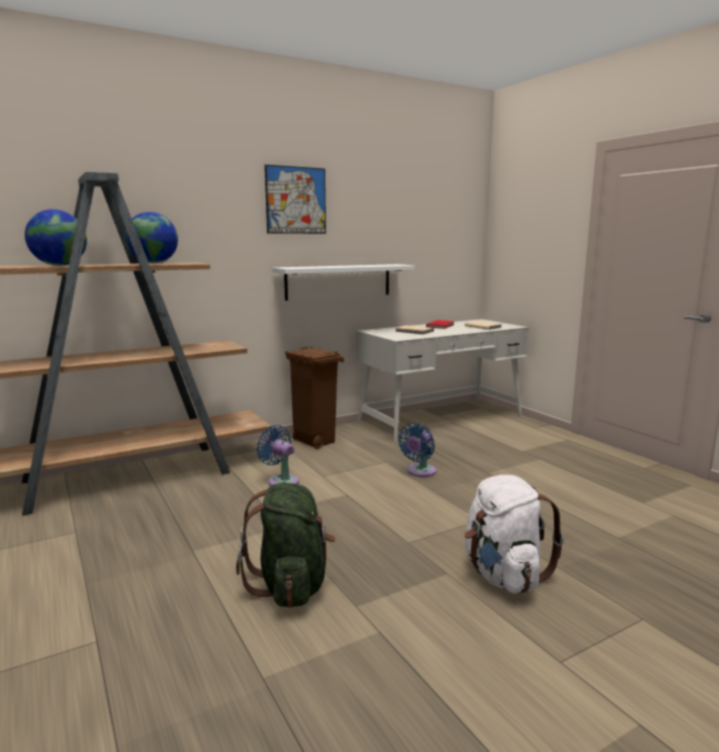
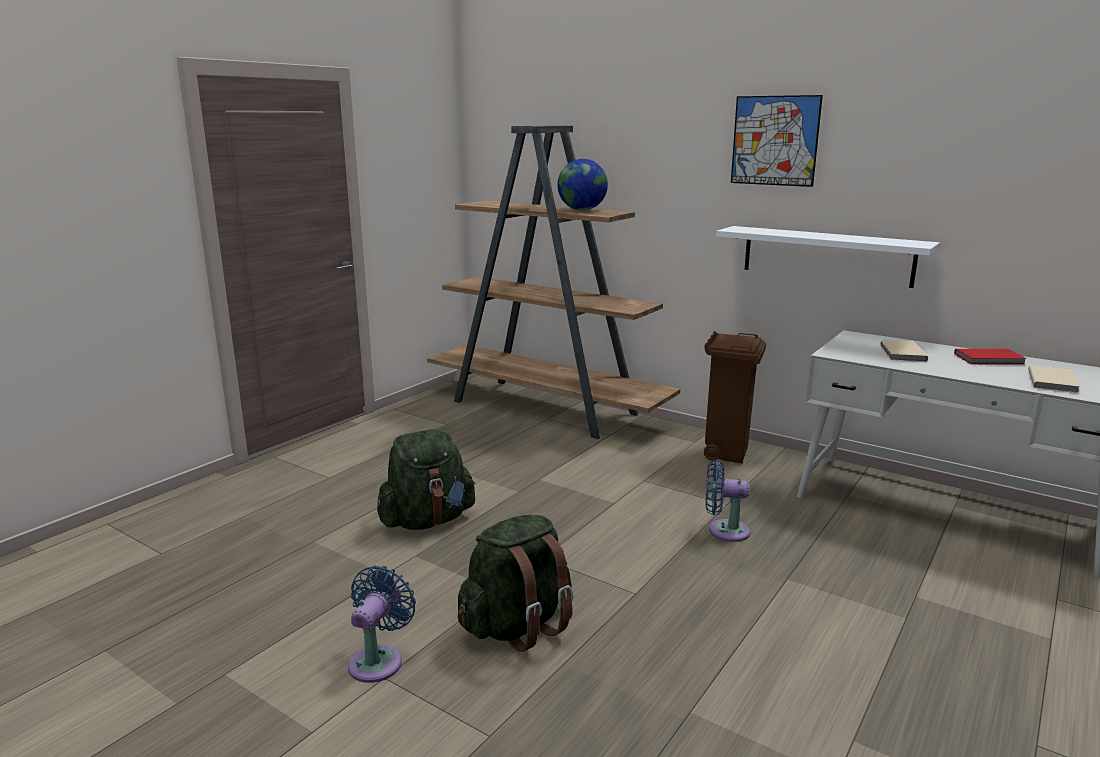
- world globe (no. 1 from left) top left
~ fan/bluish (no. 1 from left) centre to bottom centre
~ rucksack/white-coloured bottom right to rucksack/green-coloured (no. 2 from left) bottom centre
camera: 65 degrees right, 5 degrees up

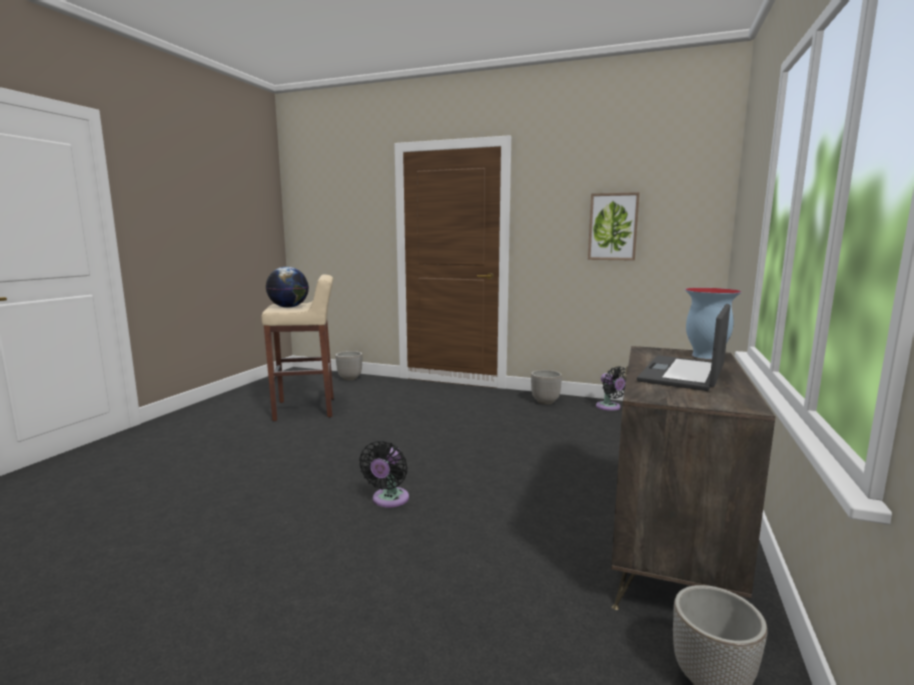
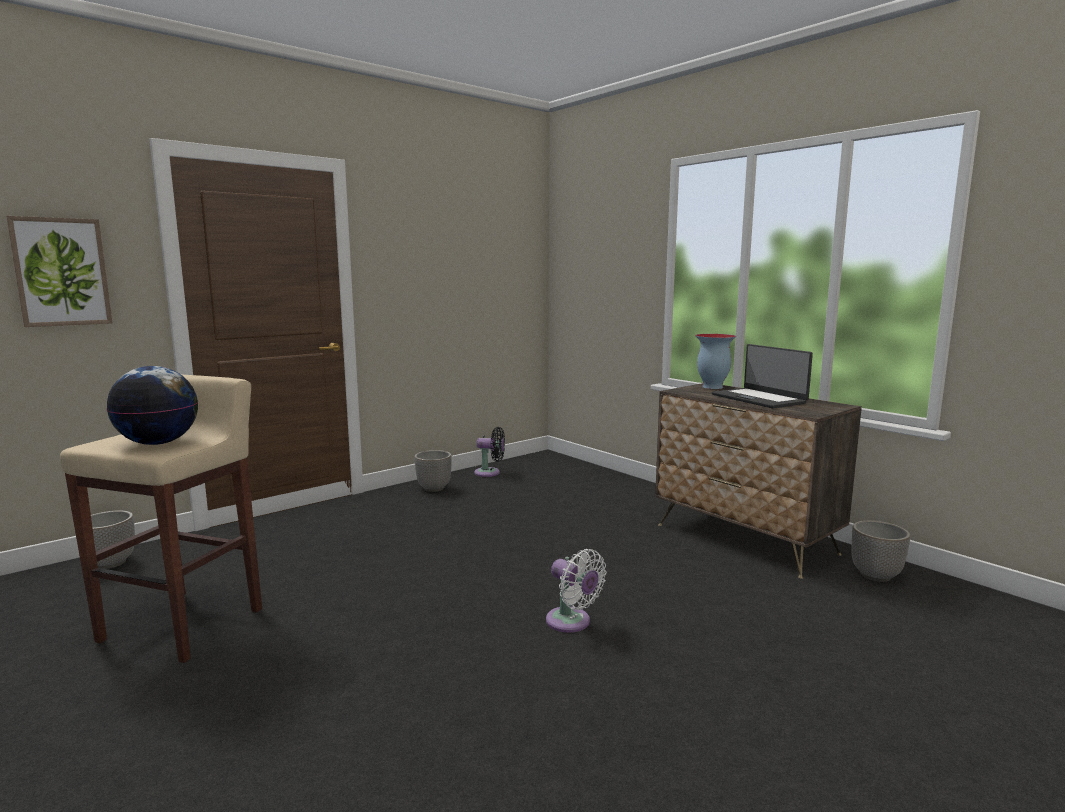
~ wall picture top right to middle left
~ fan/black (no. 1 from left) bottom centre to fan/white-coloured bottom centre
camera: 60 degrees left, 0 degrees up

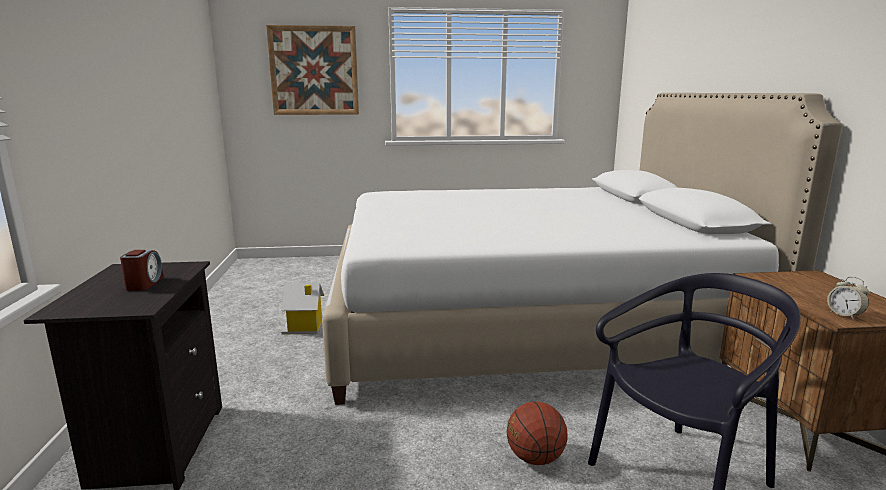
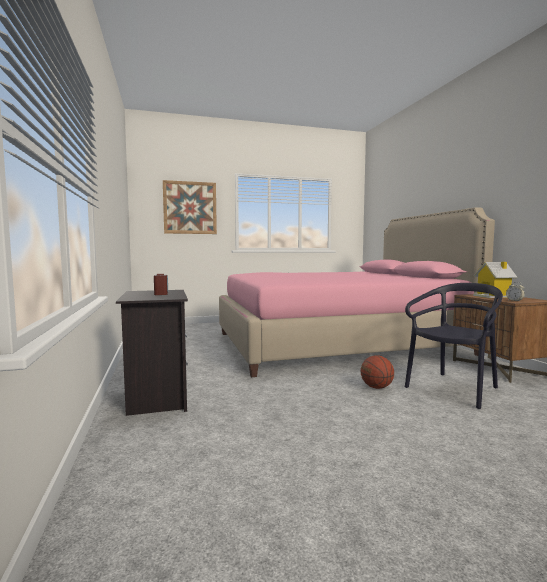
~ miniature house centre to middle right
~ bedroom bed/white-coloured centre to bedroom bed/pinkish centre
camera: 10 degrees left, 10 degrees down

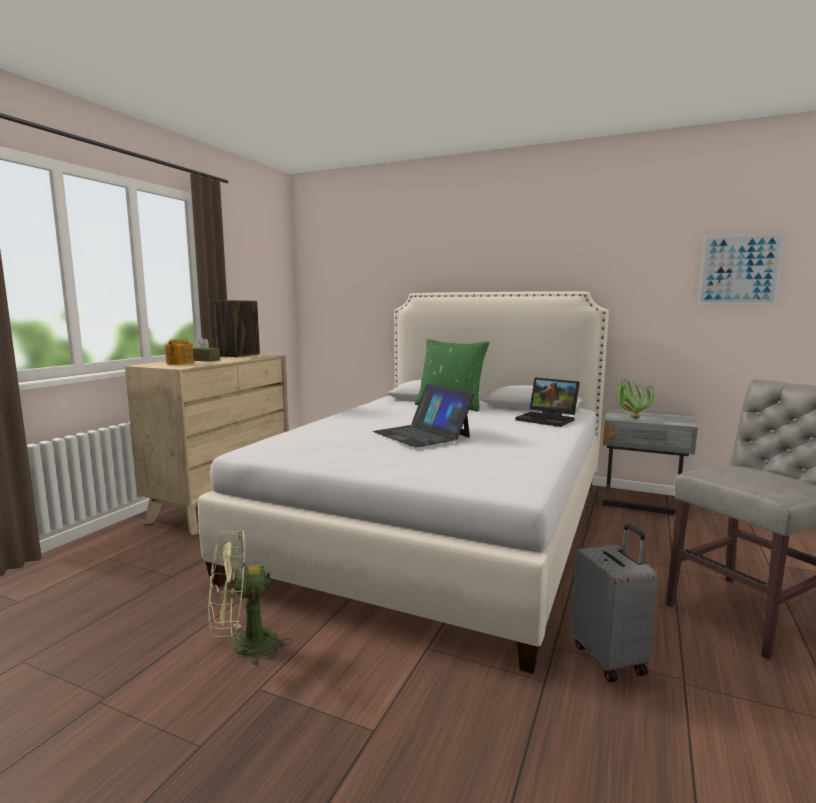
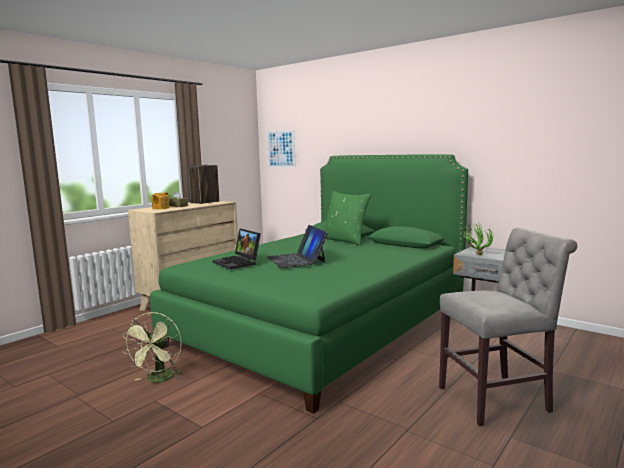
- suitcase/grey bottom right
~ portable computer (no. 2 from left in the first image) middle right to portable computer (no. 1 from left) centre
~ wall picture middle right to top centre
~ bedroom bed/white-coloured centre to bedroom bed/green-coloured centre
~ fan/green-coloured bottom left = bottom left 75 degrees counterclockwise
camera: 15 degrees right, 0 degrees up

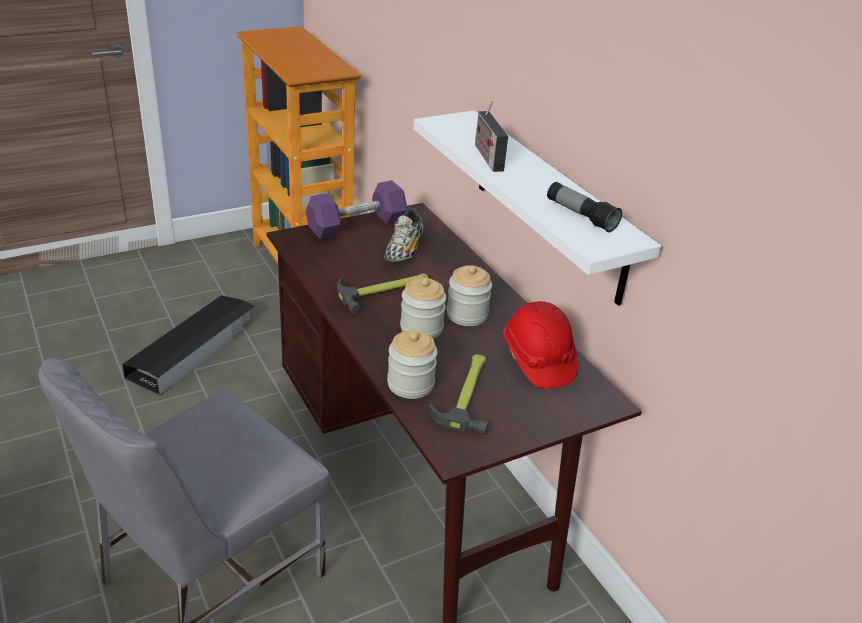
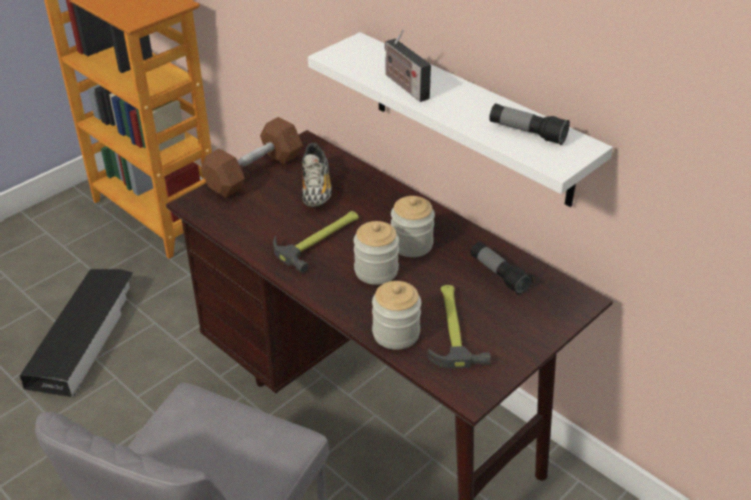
~ safety helmet/reddish centre to torch (no. 1 from left) middle right
~ hand weight/purple centre to hand weight/brownish top centre
camera: 15 degrees left, 5 degrees up

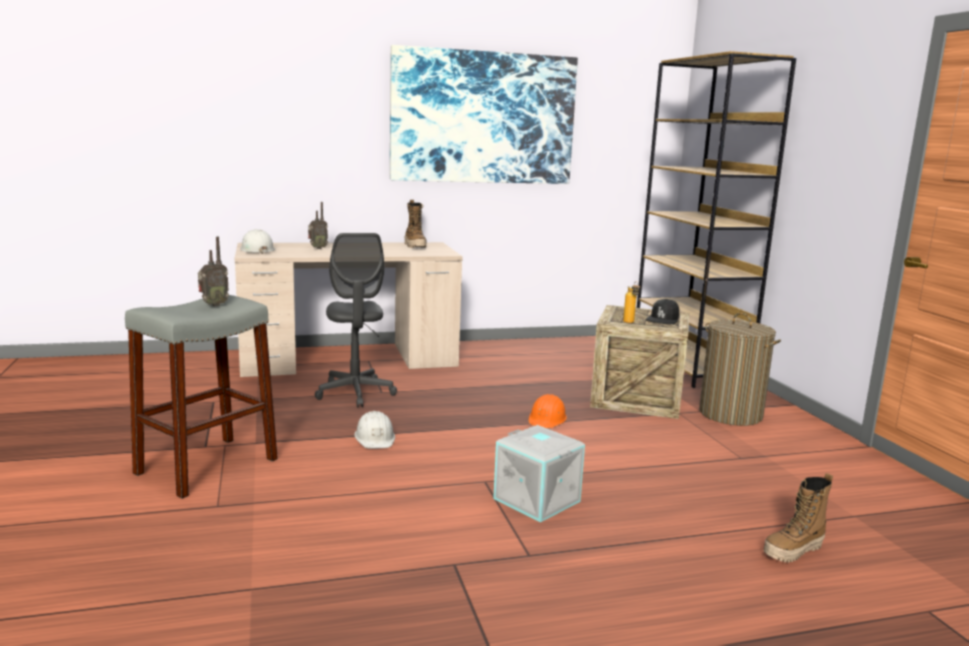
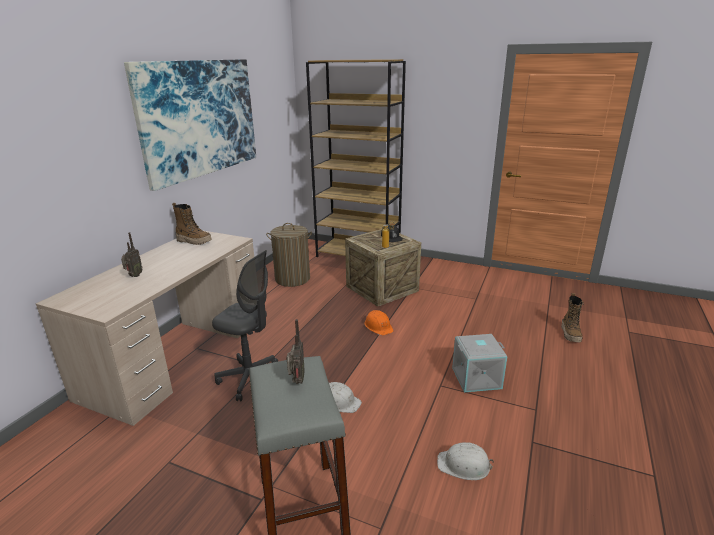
~ safety helmet/white-coloured (no. 1 from left in the first image) middle left to safety helmet/white-coloured (no. 2 from left) bottom centre
~ washing basket middle right to centre
camera: 50 degrees left, 10 degrees up

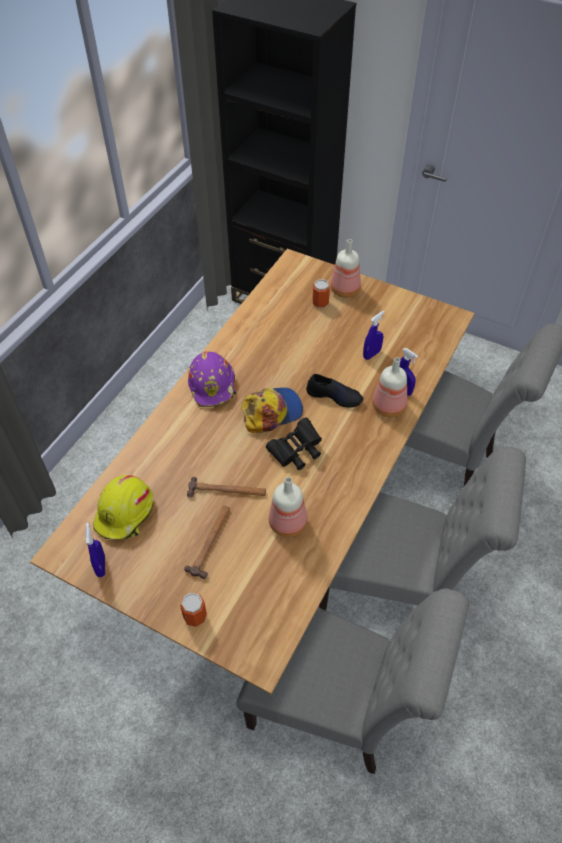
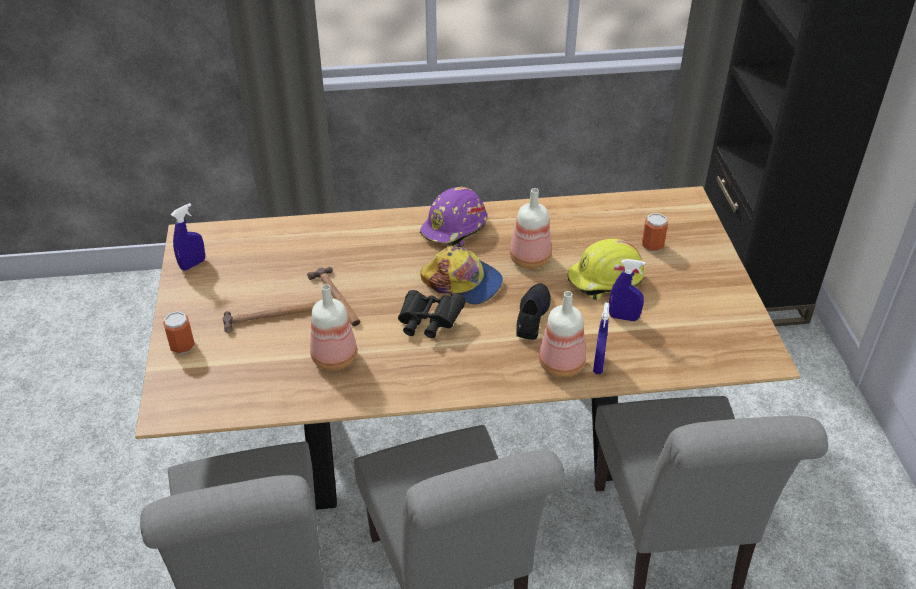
~ safety helmet/yellow-coloured middle left to centre
~ beverage bottle (no. 2 from left) top centre to centre
~ low shoe/black centre = centre 150 degrees counterclockwise
camera: 55 degrees right, 10 degrees down

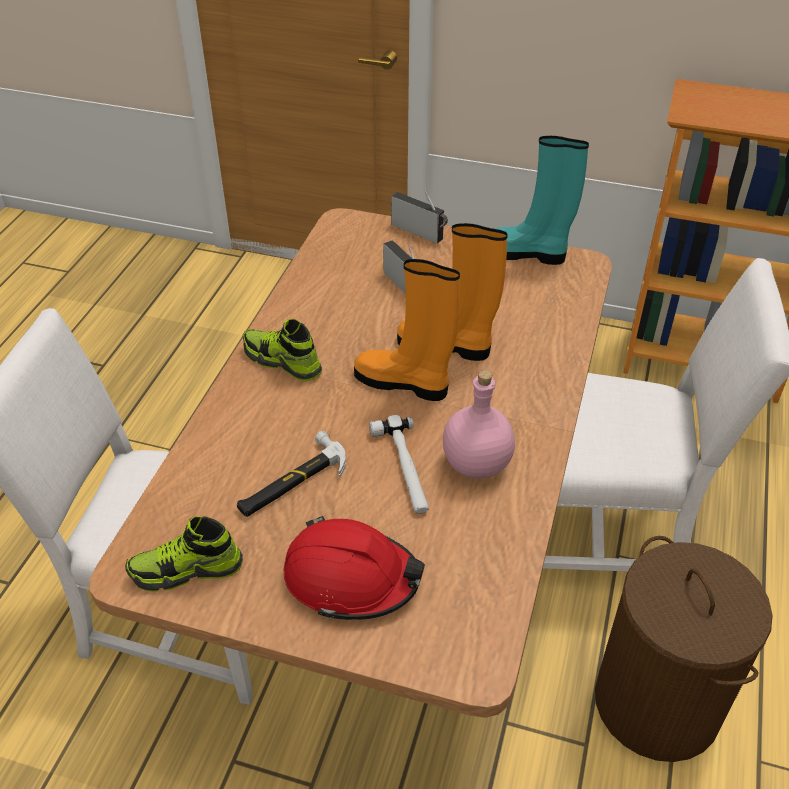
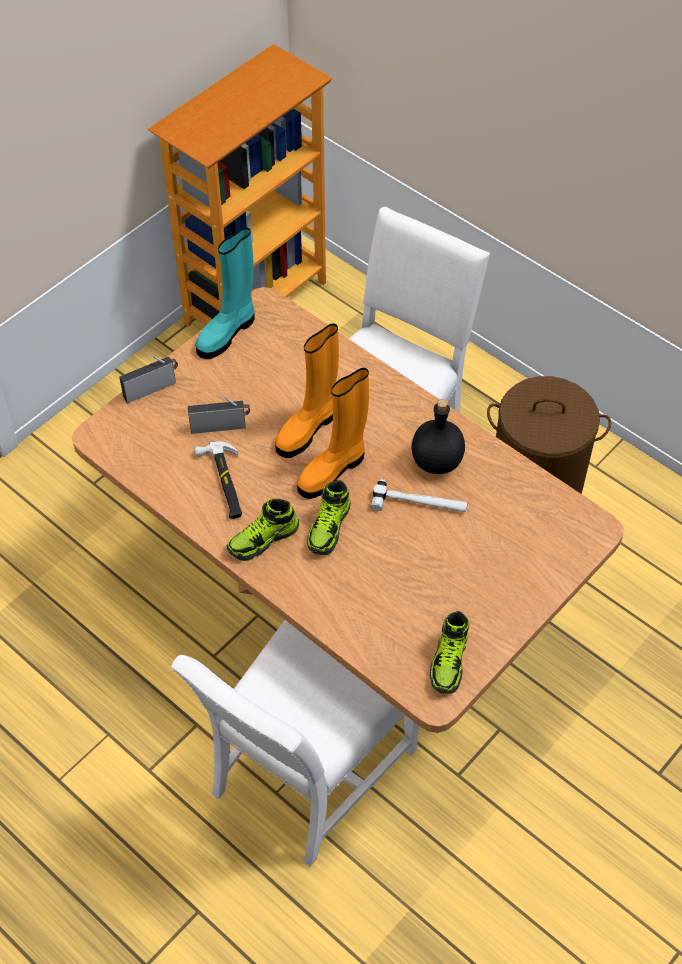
- safety helmet/reddish bottom centre
+ low shoe (no. 2 from left) centre
~ hand hammer (no. 1 from left) centre to middle left
~ beverage bottle/pinkish centre to beverage bottle/black centre
camera: 65 degrees left, 10 degrees up

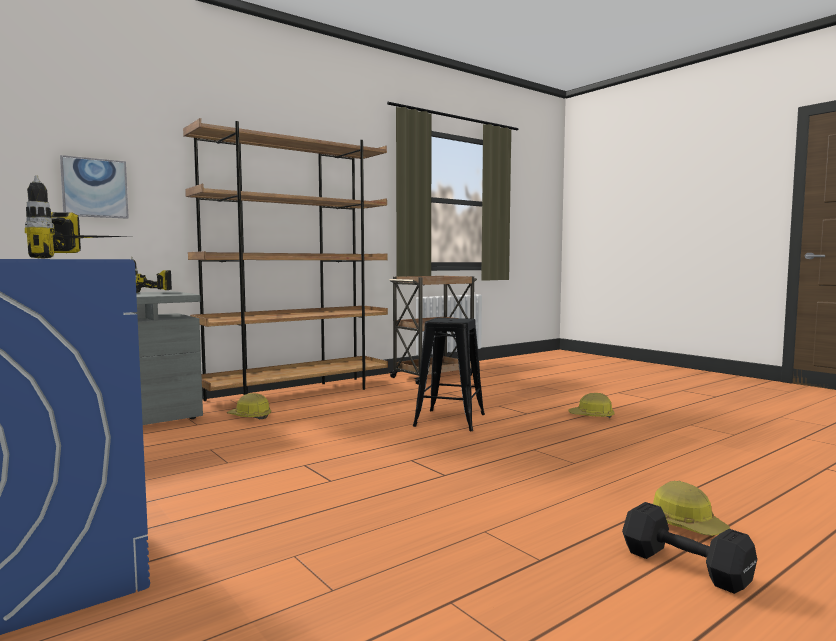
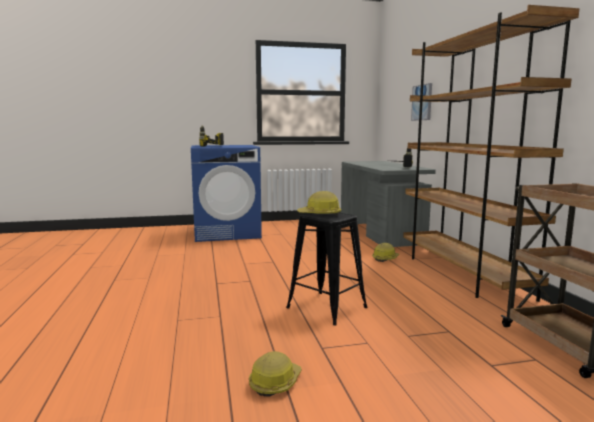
- hand weight/black bottom right
~ safety helmet (no. 3 from left in the first image) bottom right to safety helmet (no. 2 from left) centre
camera: 115 degrees right, 5 degrees up

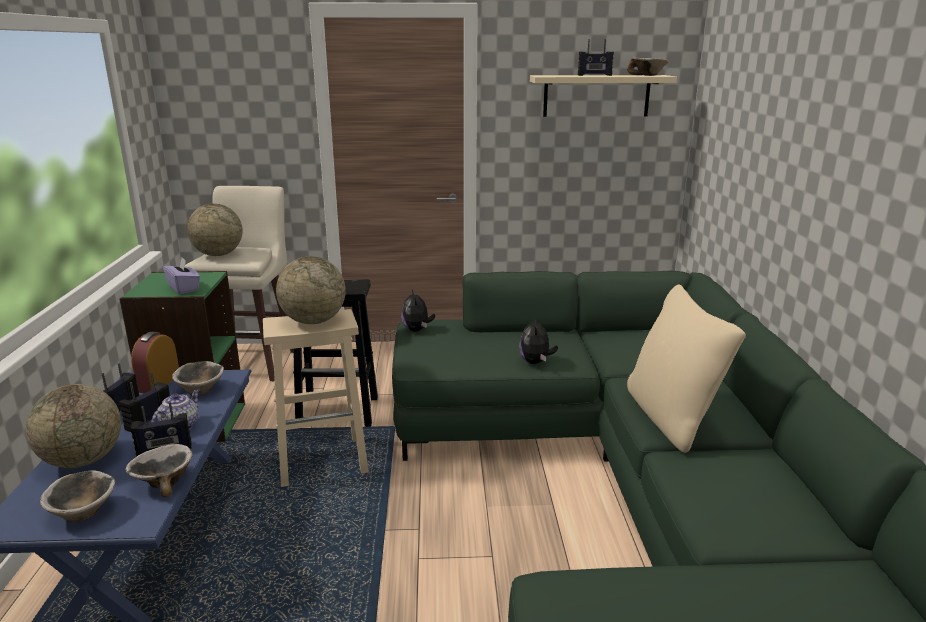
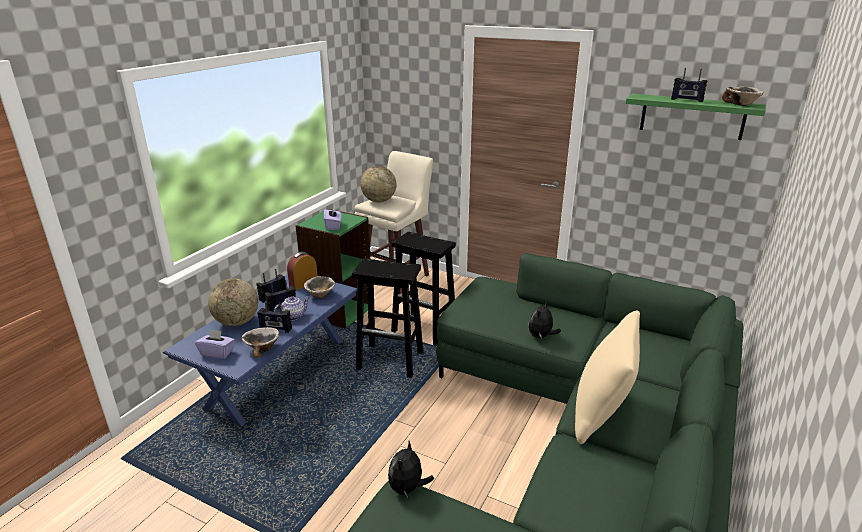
- world globe (no. 3 from left) centre
~ cuddly toy (no. 1 from left) centre to bottom centre
~ deep dish (no. 1 from left) bottom left to tissue box/purple (no. 1 from left) middle left
~ stool seat/beige (no. 2 from left) centre to stool seat/black (no. 1 from left) centre
~ wall shelf/beige top centre to wall shelf/green-coloured top right
camera: 30 degrees right, 5 degrees up

